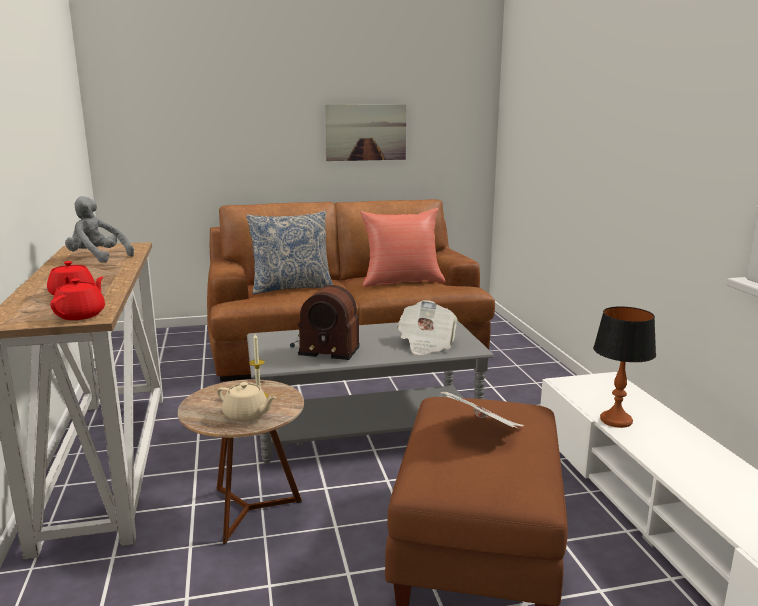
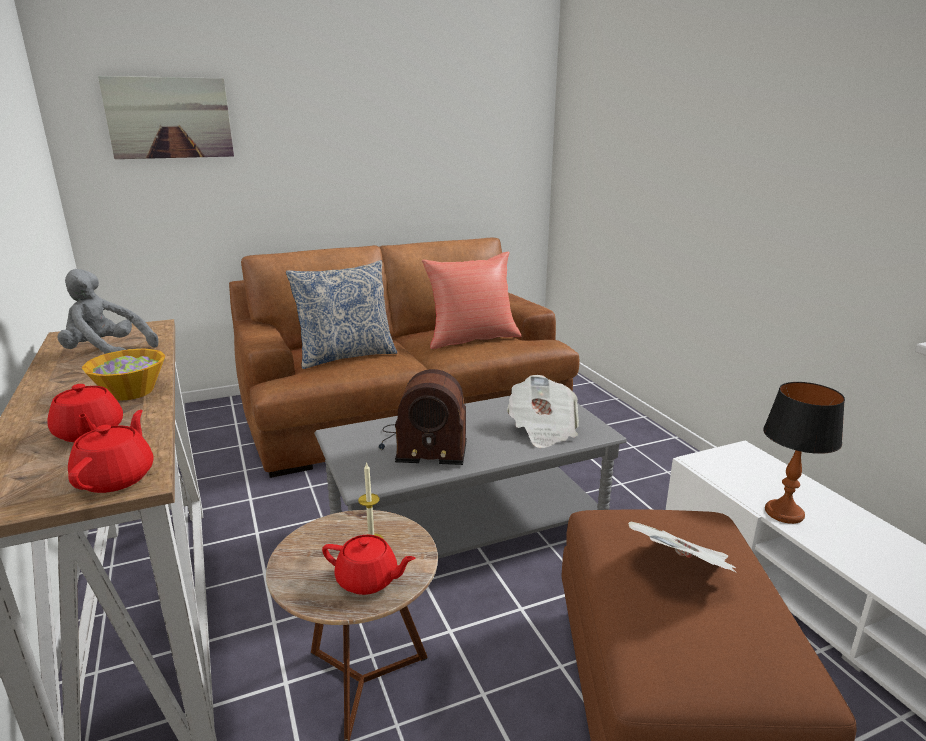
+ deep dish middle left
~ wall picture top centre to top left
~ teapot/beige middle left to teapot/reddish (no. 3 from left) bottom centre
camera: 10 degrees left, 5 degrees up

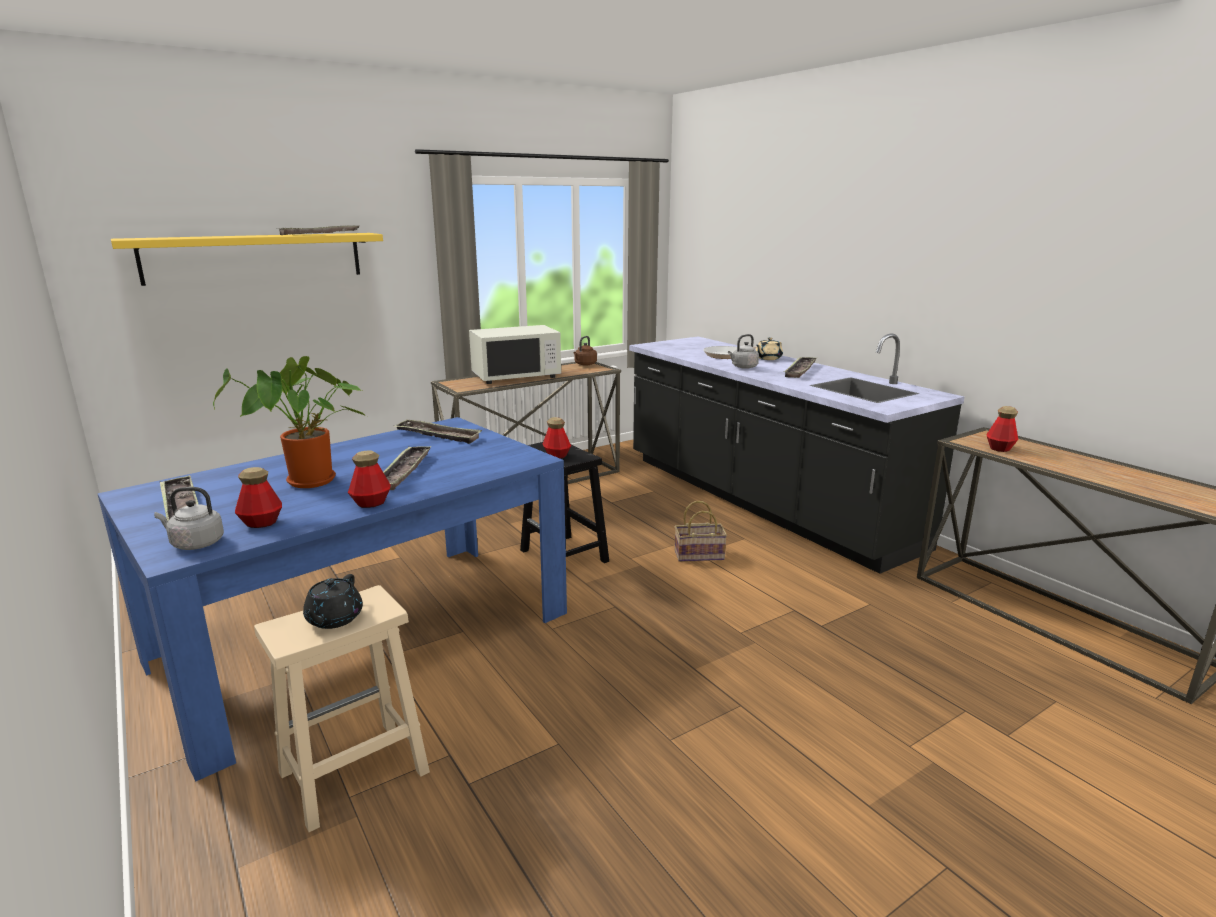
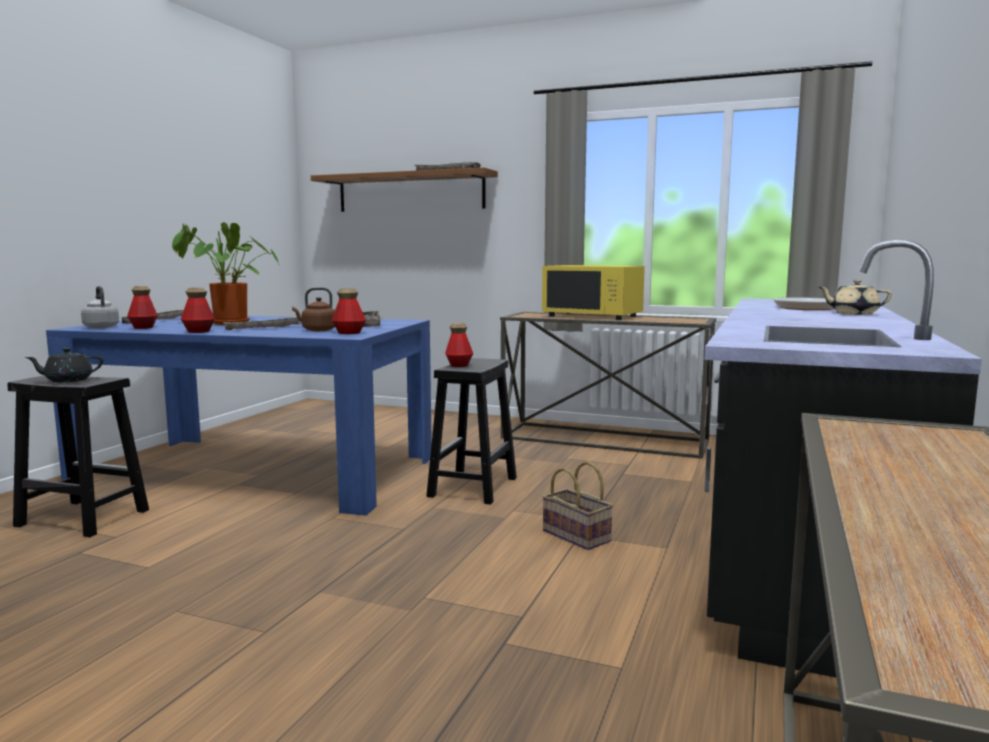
- tea kettle/grey (no. 2 from left) centre
- tray (no. 5 from left) centre
~ tea kettle/brownish centre to middle left
~ beverage bottle (no. 4 from left in the first image) middle right to beverage bottle (no. 3 from left) centre
~ wall shelf/yellow-coloured top left to wall shelf/brownish top centre
~ stool seat/beige bottom left to stool seat/black (no. 1 from left) middle left
~ microwave/white-coloured centre to microwave/yellow-coloured centre
camera: 55 degrees right, 10 degrees down

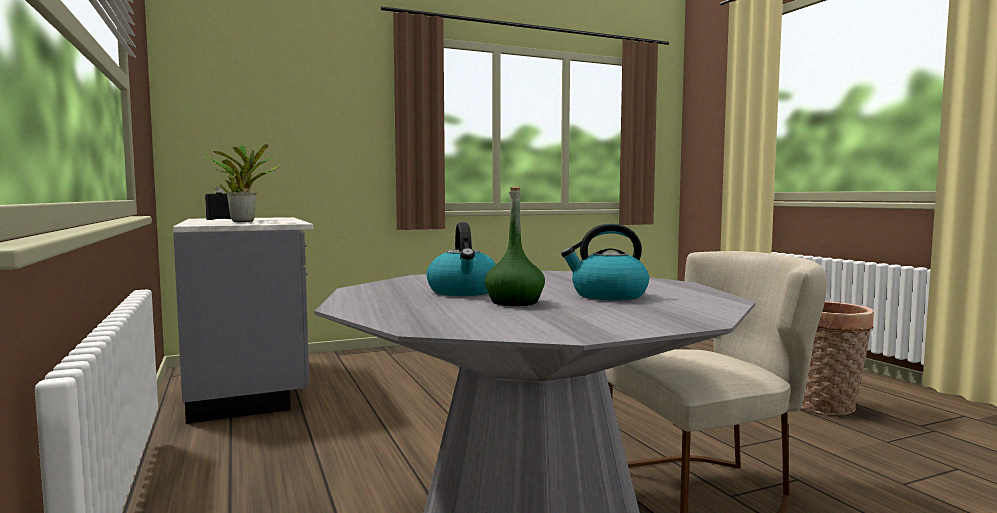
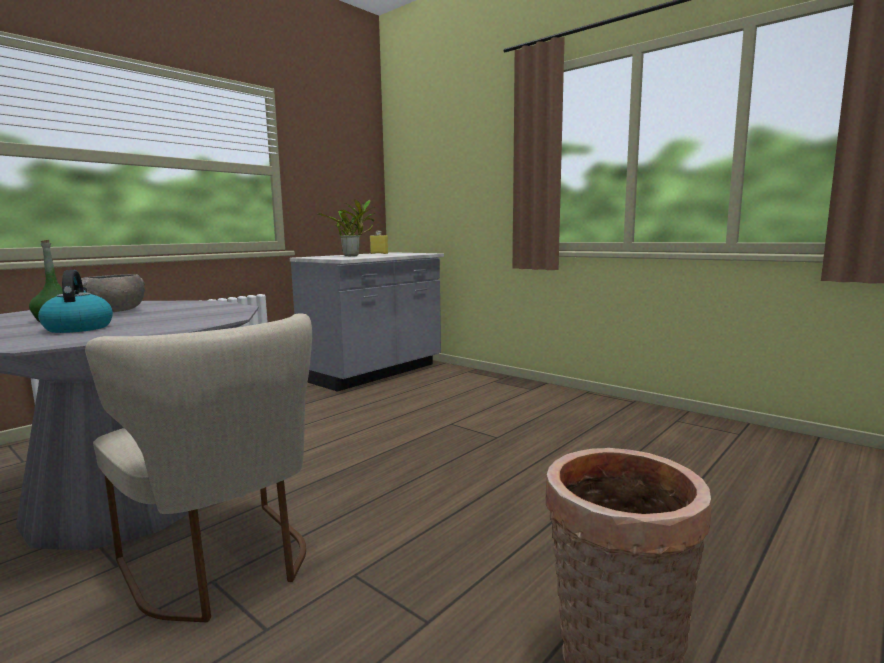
~ tea kettle (no. 1 from left) centre to deep dish/grey middle left
~ beverage bottle/black middle left to beverage bottle/yellow-coloured centre
camera: 65 degrees right, 5 degrees up

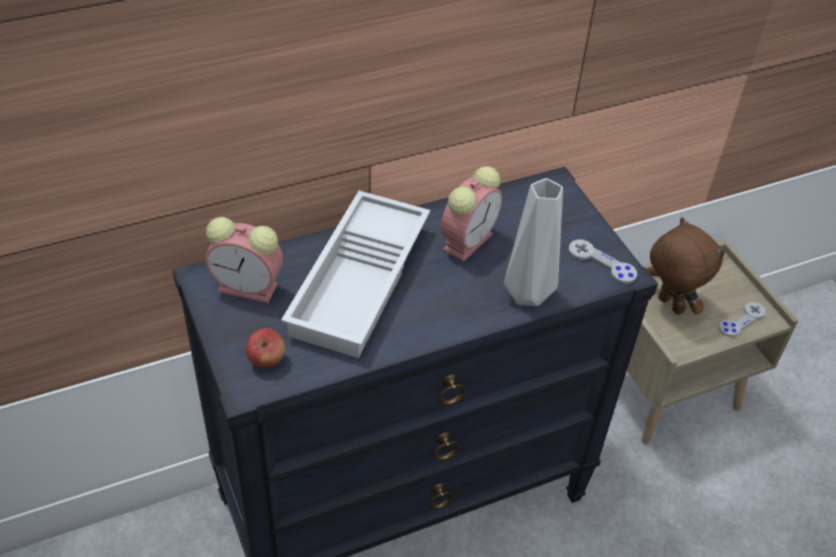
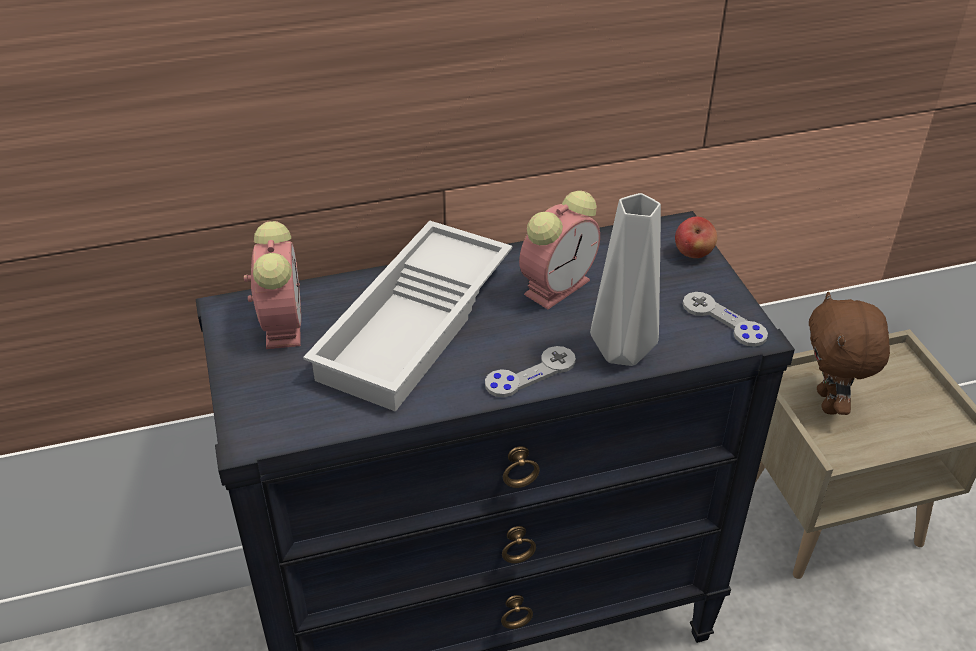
~ apple fruit middle left to middle right
~ joypad/grey (no. 2 from left in the first image) middle right to joypad/grey (no. 1 from left) centre
~ table clock (no. 1 from left) middle left = middle left 120 degrees counterclockwise
~ cuddly toy/brownish middle right = middle right 150 degrees counterclockwise
camera: 10 degrees right, 5 degrees down

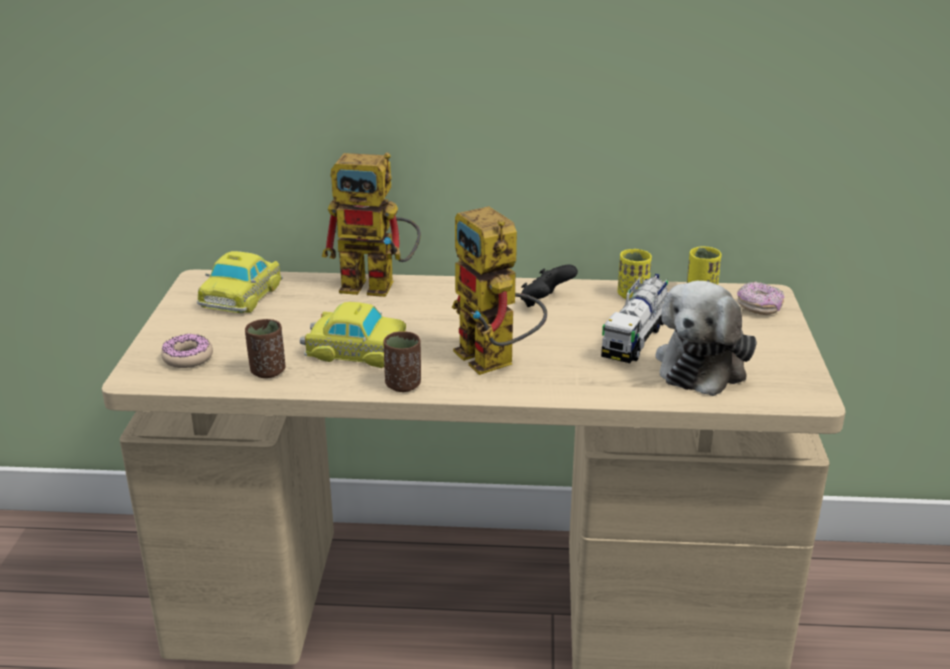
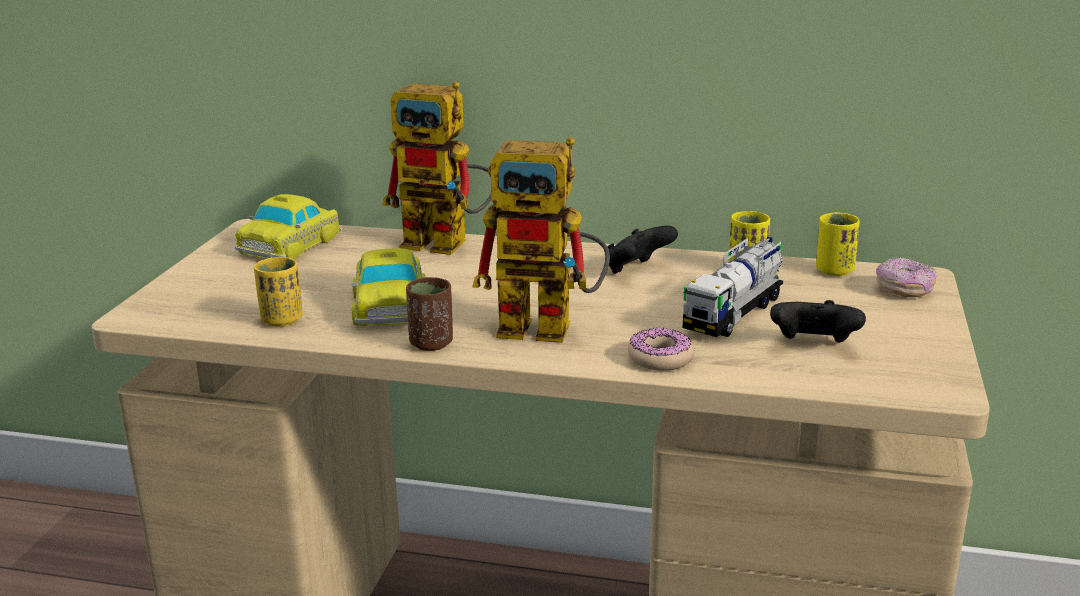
~ doughnut (no. 1 from left) middle left to centre
~ cuddly toy middle right to joypad/black (no. 2 from left) middle right
~ cup/brownish (no. 1 from left) middle left to cup/yellow-coloured (no. 1 from left) middle left
~ model car (no. 2 from left) centre = centre 60 degrees clockwise
~ toy robot (no. 2 from left) centre = centre 60 degrees counterclockwise
camera: 10 degrees right, 5 degrees down

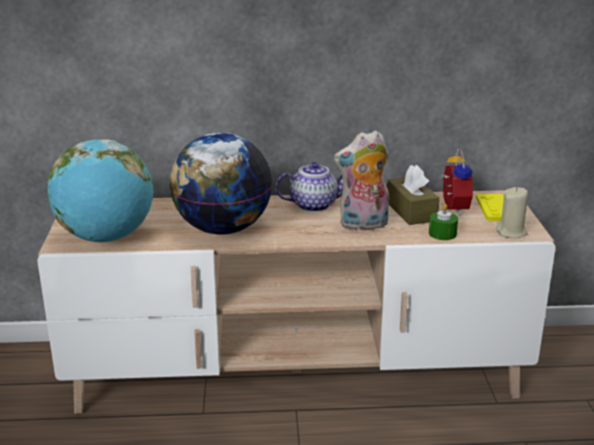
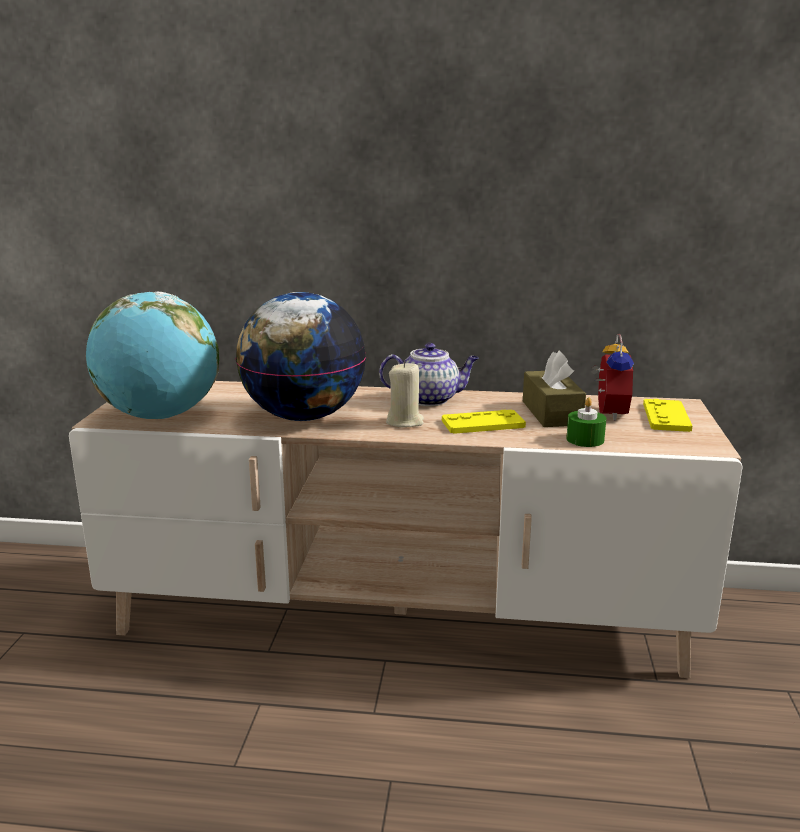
~ wax light/beige middle right to centre
~ cuddly toy centre to joypad/yellow-coloured (no. 1 from left) centre
camera: 10 degrees right, 5 degrees down

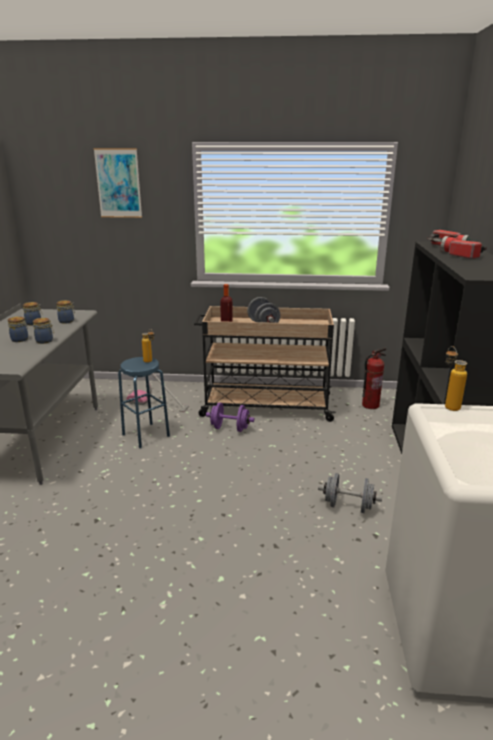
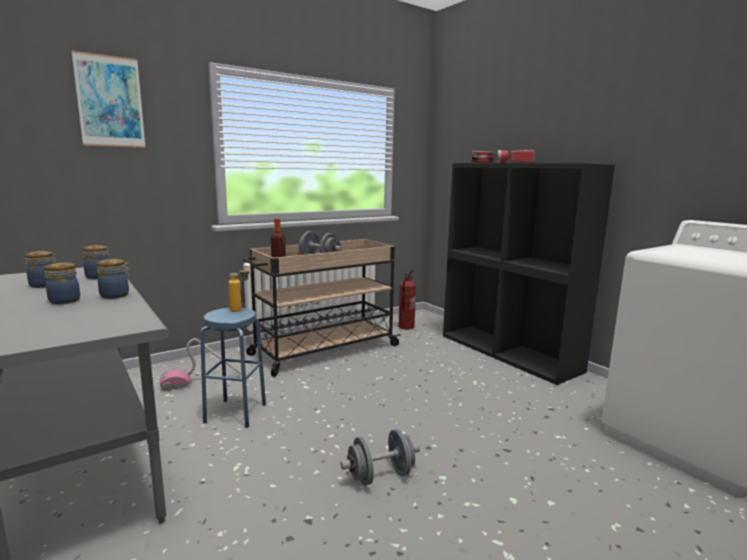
- hand weight/purple centre
- beverage bottle (no. 3 from left) middle right
~ hand weight/grey (no. 2 from left) middle right to bottom centre
camera: 40 degrees left, 10 degrees down

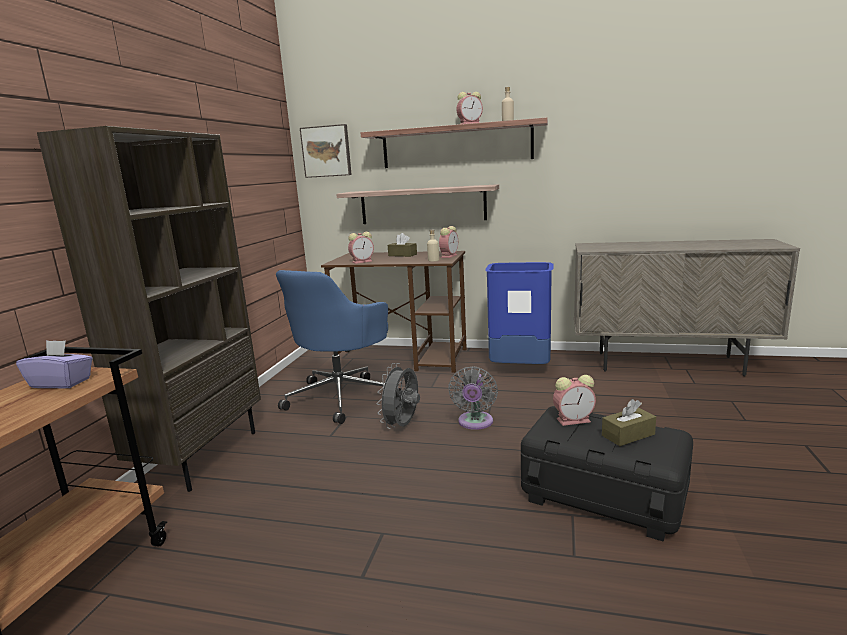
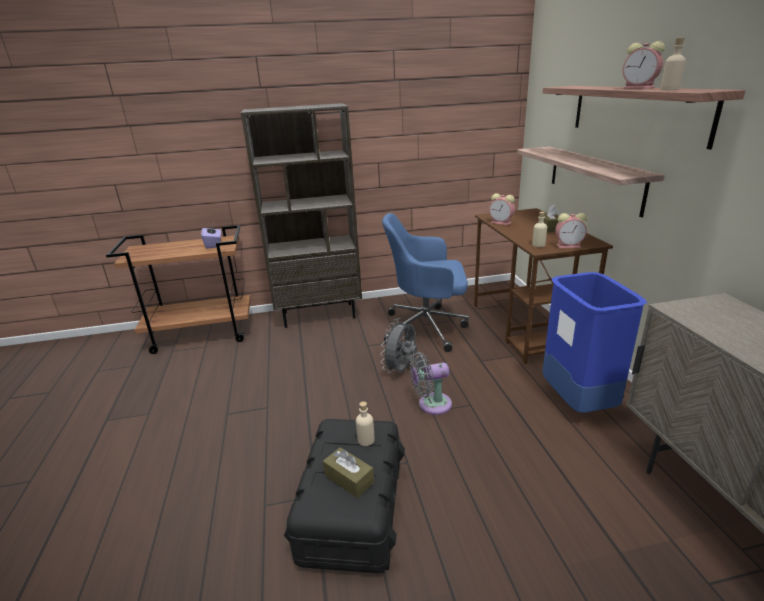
- wall picture top centre
~ table clock (no. 4 from left) middle right to beverage bottle/beige (no. 1 from left) bottom centre
~ fan/grey (no. 1 from left) centre = centre 60 degrees counterclockwise
camera: 65 degrees right, 10 degrees up

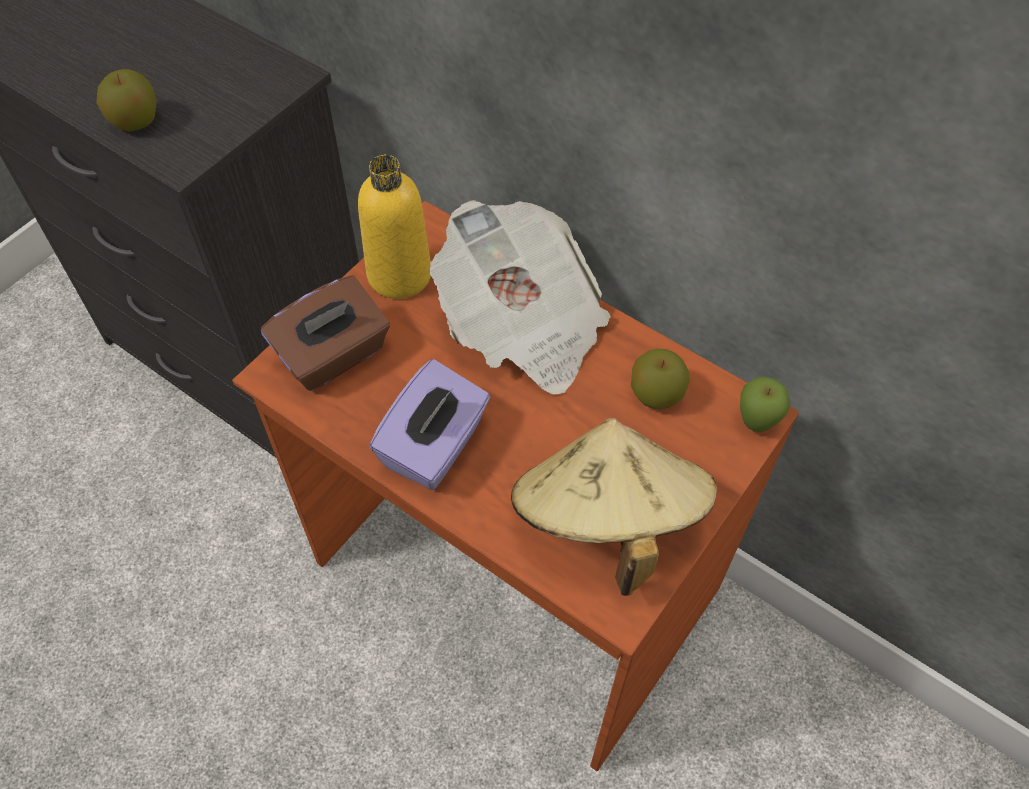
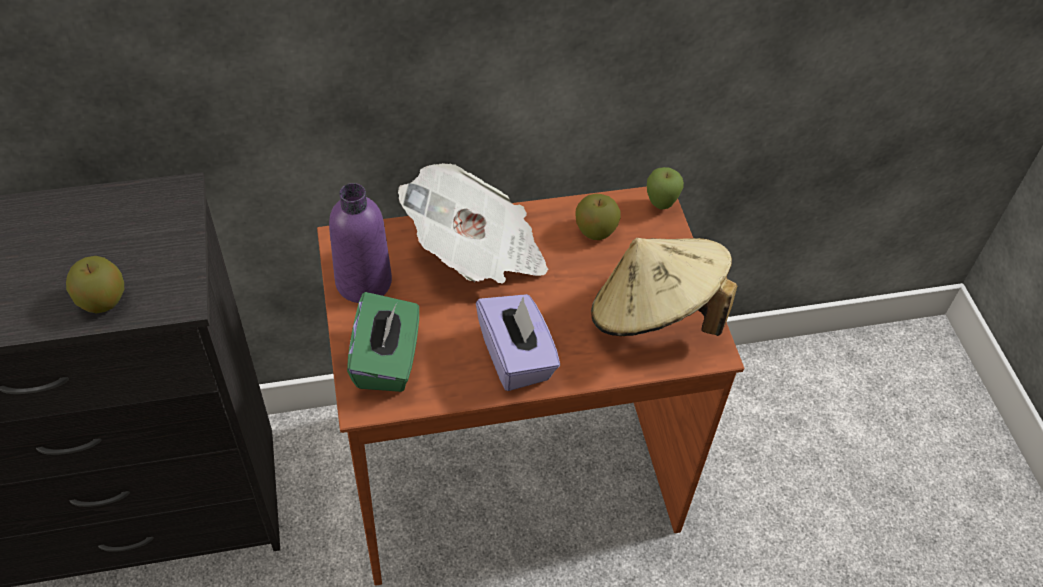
~ tissue box/brownish middle left to tissue box/green-coloured centre
~ beverage bottle/yellow-coloured top centre to beverage bottle/purple centre
camera: 50 degrees left, 5 degrees down

